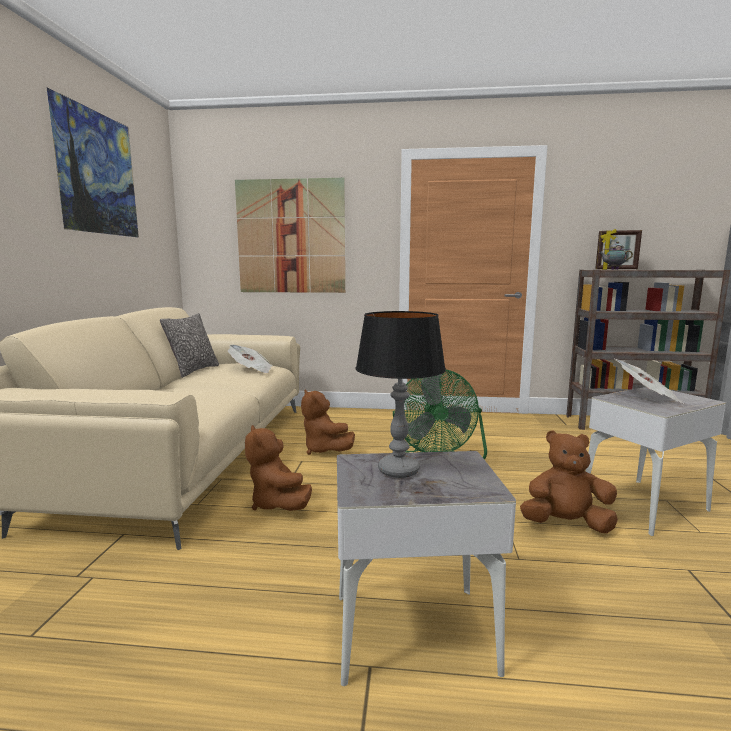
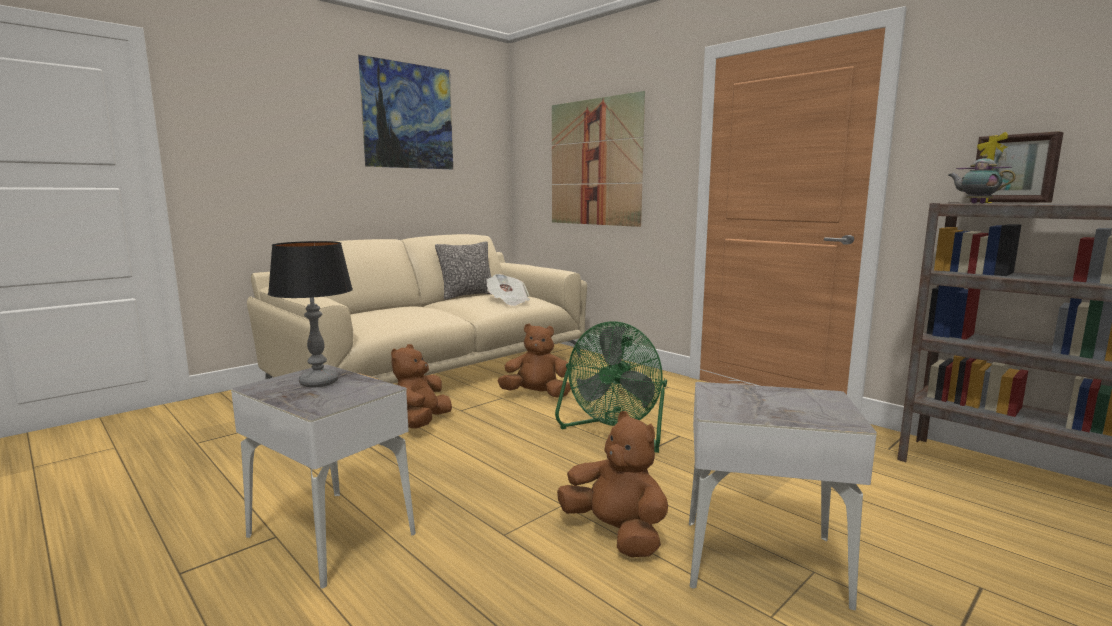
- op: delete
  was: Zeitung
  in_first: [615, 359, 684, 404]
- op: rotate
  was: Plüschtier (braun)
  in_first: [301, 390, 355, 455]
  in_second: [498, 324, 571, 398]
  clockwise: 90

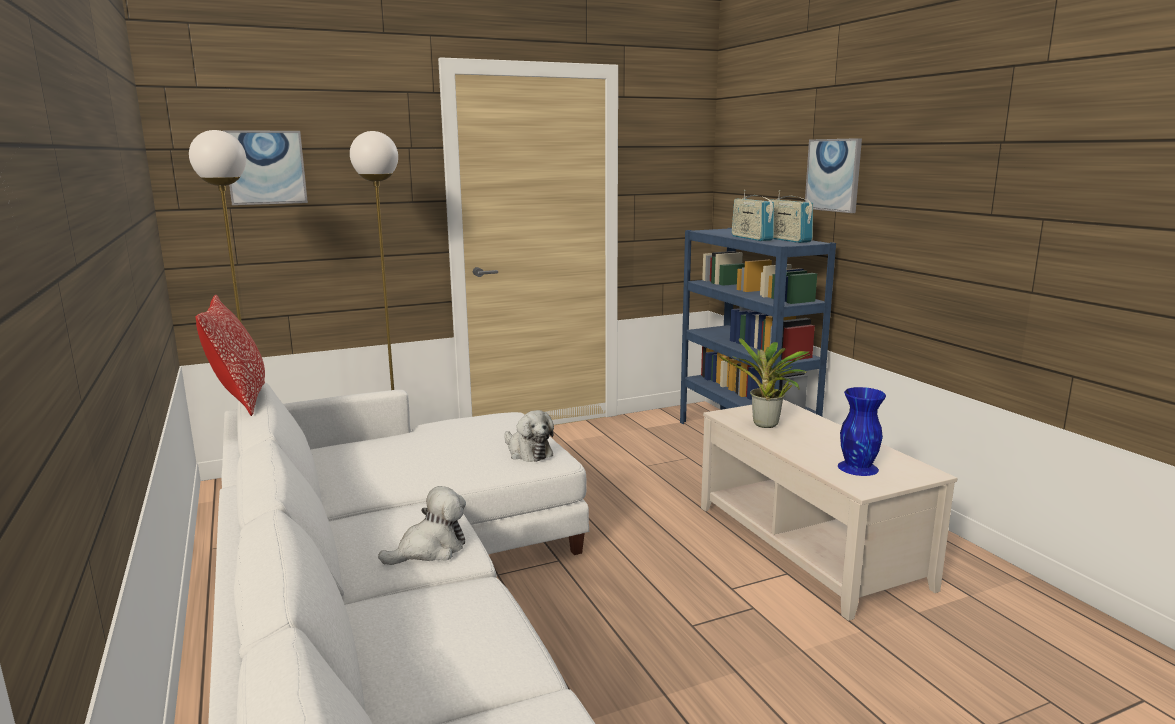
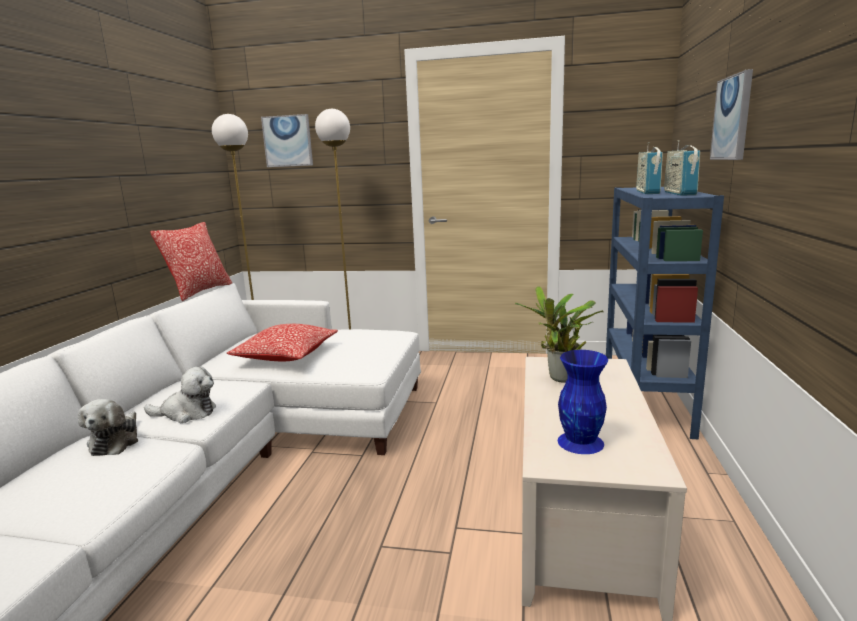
- op: move
  was: Plüschtier
  in_first: [504, 410, 554, 462]
  in_second: [78, 399, 138, 456]
- op: insert
  now: Kissen
  in_second: [227, 324, 338, 361]

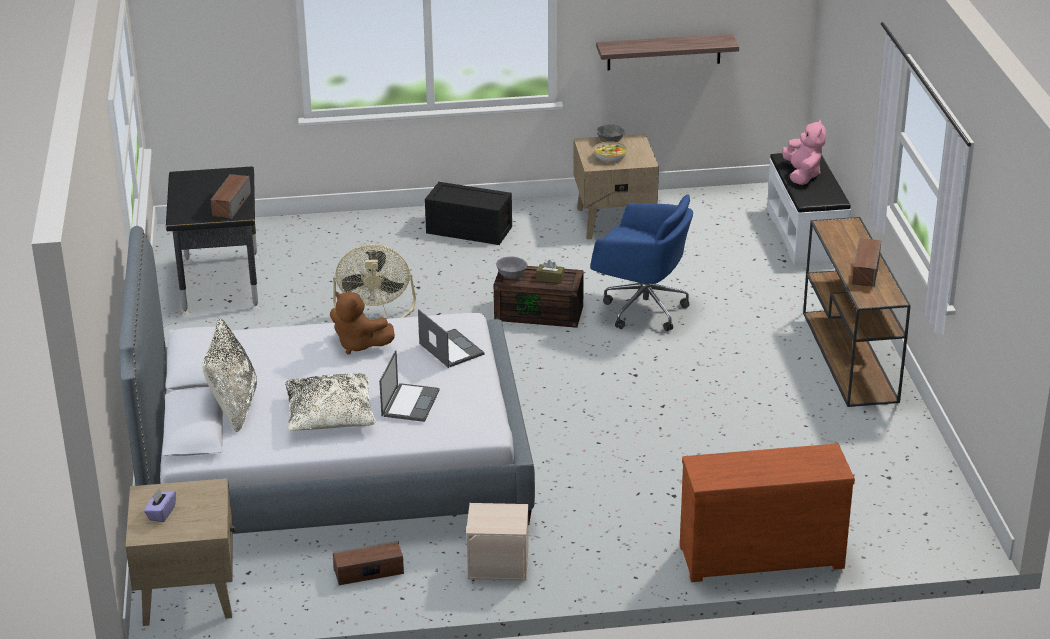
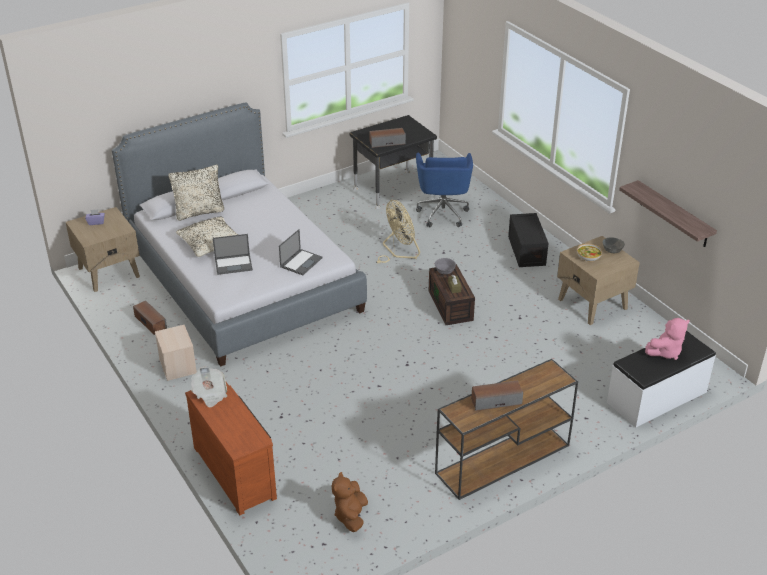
- op: move
  was: Bürostuhl (blau)
  in_first: [591, 195, 693, 331]
  in_second: [416, 153, 473, 227]
- op: move
  was: Plüschtier (braun)
  in_first: [330, 292, 395, 354]
  in_second: [332, 472, 368, 532]
- op: insert
  now: Zeitung
  in_second: [191, 366, 228, 408]

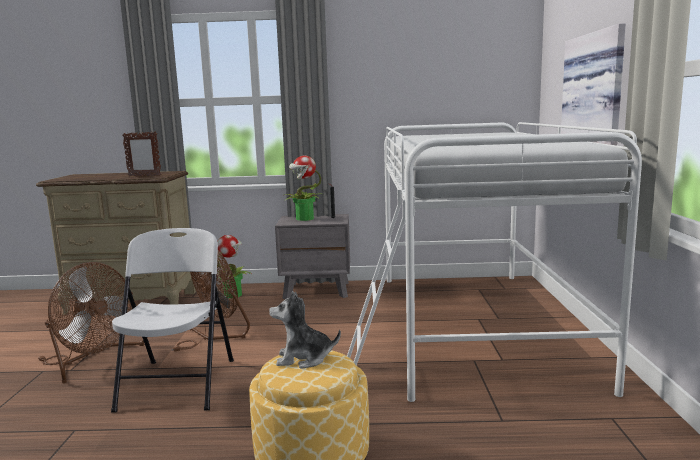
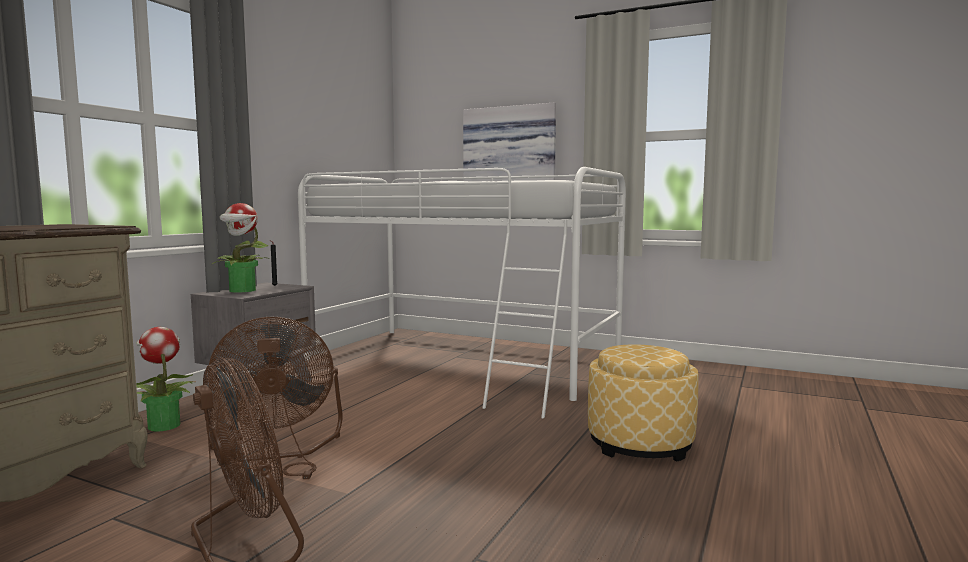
- op: delete
  was: Bilderrahmen
  in_first: [122, 132, 161, 177]
- op: delete
  was: Stuhl (weiß)
  in_first: [111, 228, 234, 413]
- op: delete
  was: Plüschtier
  in_first: [269, 291, 341, 369]

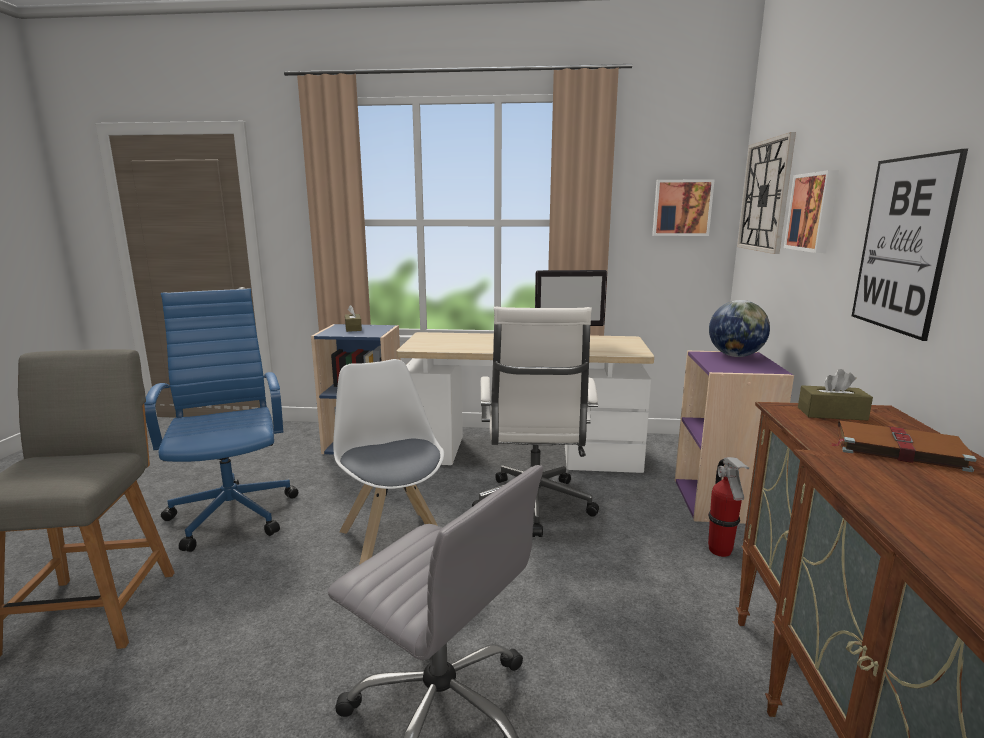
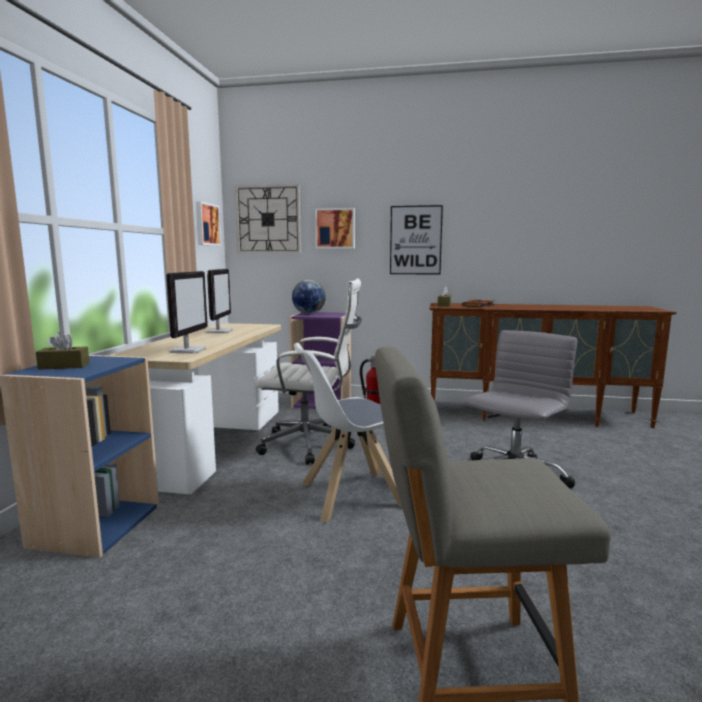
- op: delete
  was: Bürostuhl (blau)
  in_first: [144, 288, 298, 552]
- op: insert
  now: Monitor
  in_second: [166, 271, 208, 353]

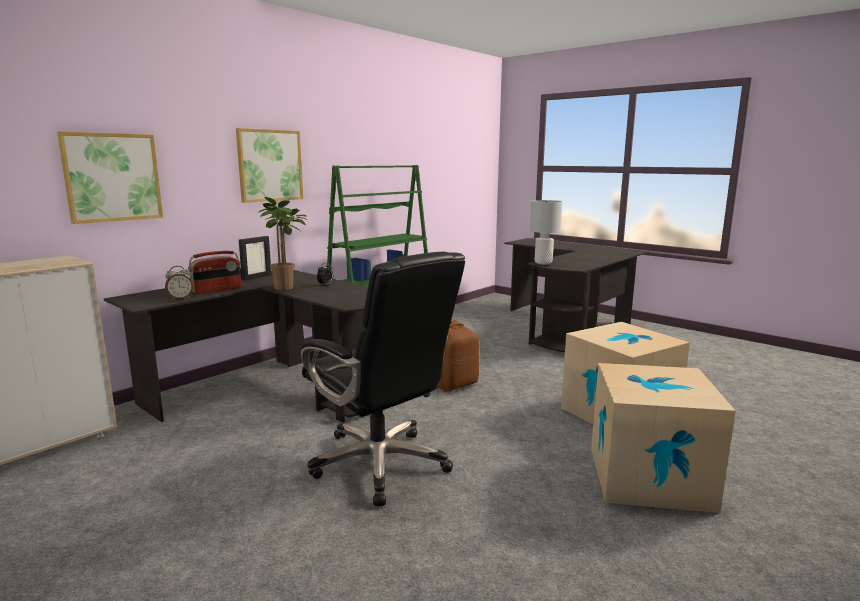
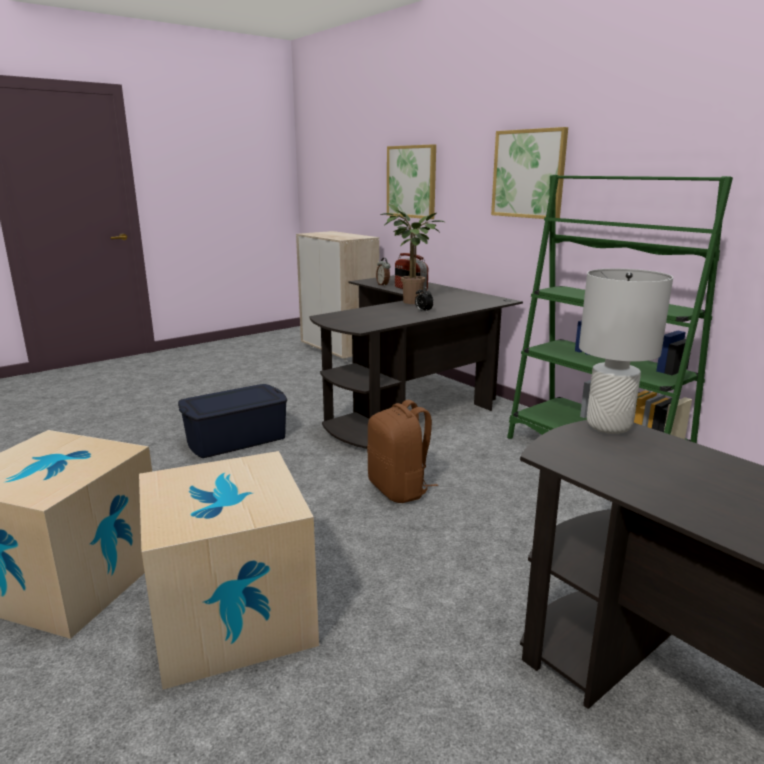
- op: delete
  was: Bilderrahmen
  in_first: [239, 236, 272, 281]
- op: replace
  was: Bürostuhl (schwarz)
  now: Aufbewahrungsbox (blau)
  in_first: [301, 252, 465, 506]
  in_second: [178, 384, 287, 458]

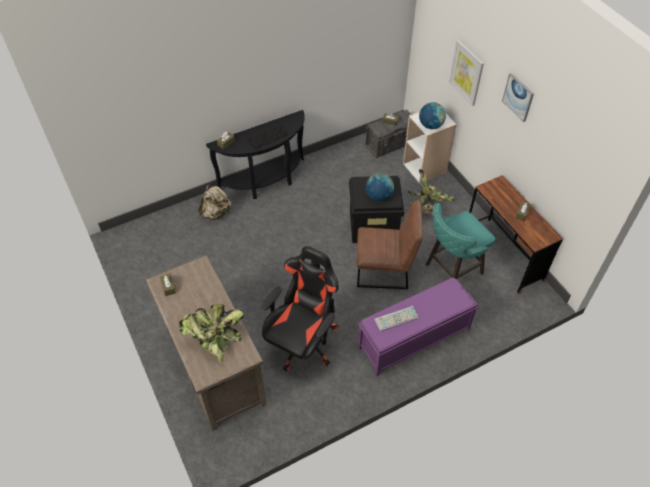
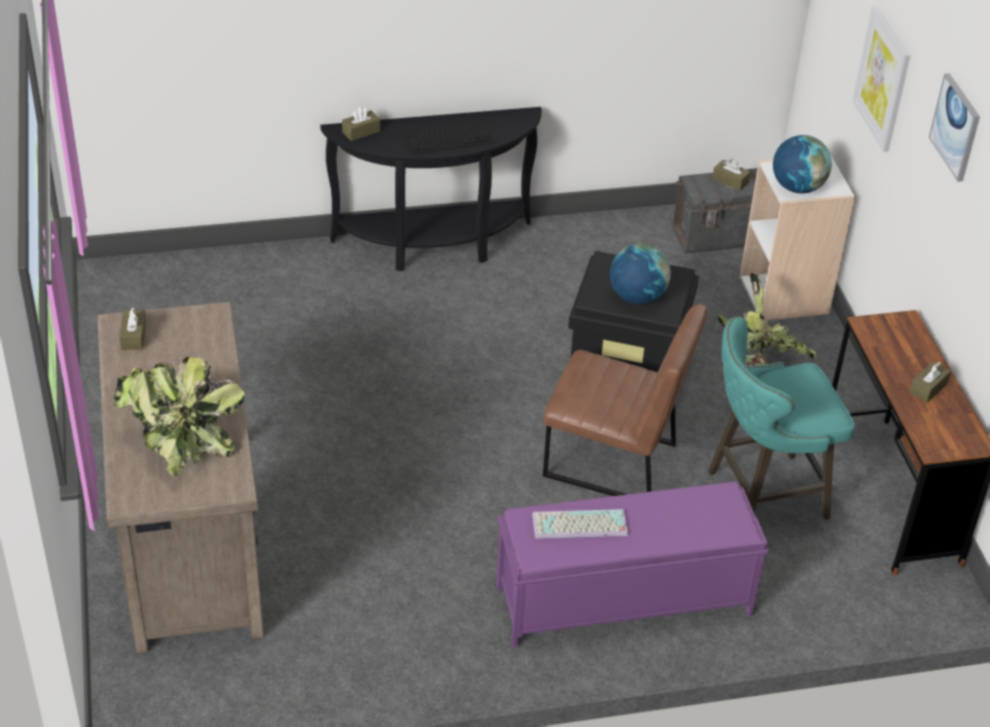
- op: delete
  was: Rucksack (beige)
  in_first: [198, 184, 231, 220]
- op: delete
  was: Bürostuhl (schwarz)
  in_first: [262, 246, 339, 371]

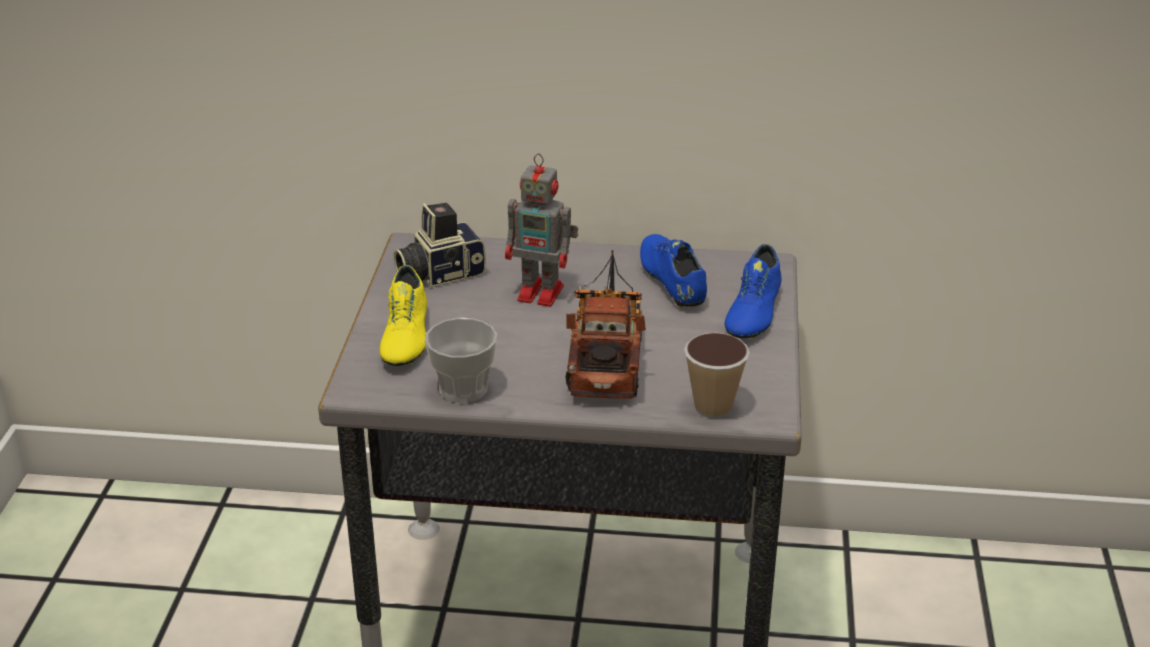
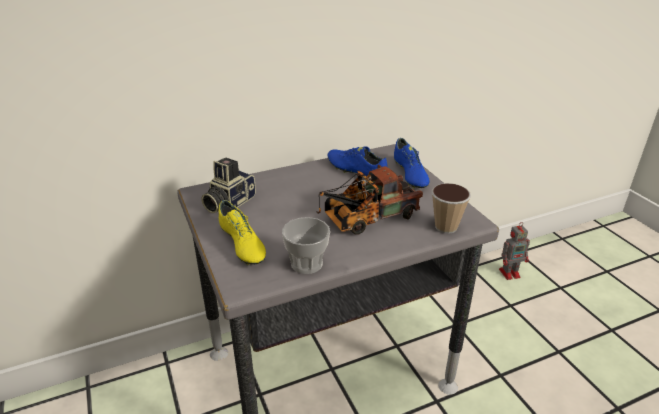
- op: move
  was: Spielzeugroboter
  in_first: [505, 153, 578, 307]
  in_second: [499, 222, 530, 280]
- op: rotate
  was: Spielzeuglaster
  in_first: [565, 250, 646, 398]
  in_second: [316, 164, 423, 235]
  clockwise: -90

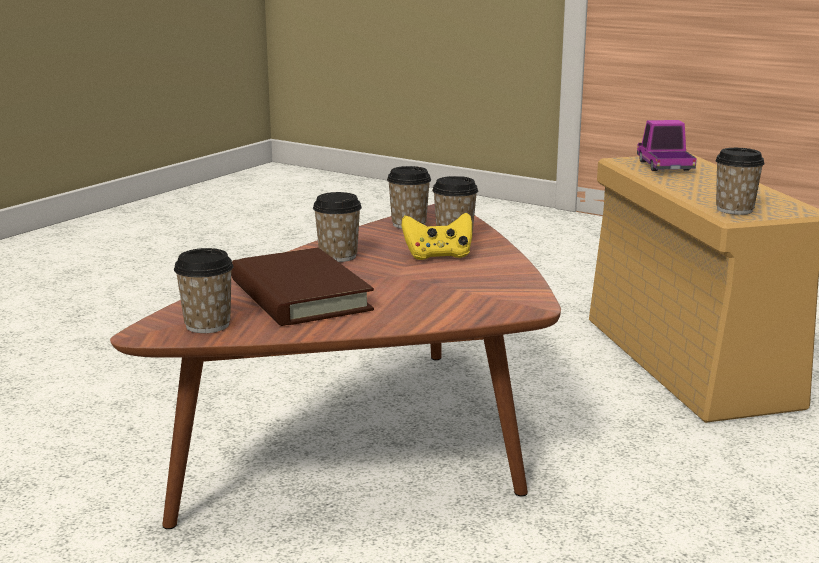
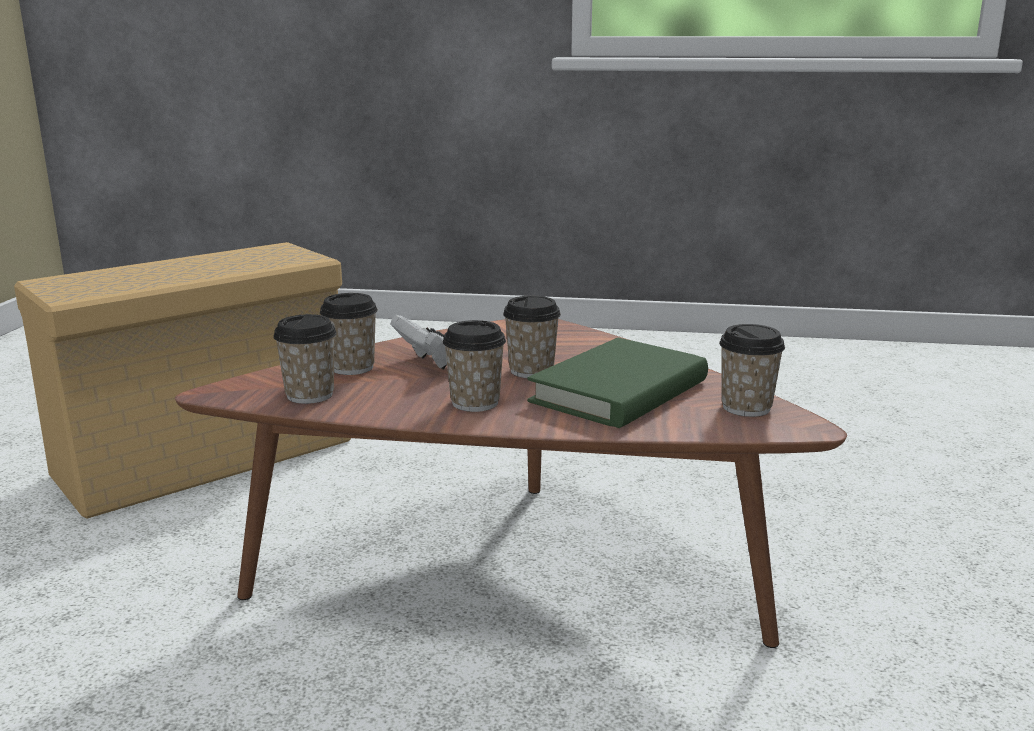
- op: delete
  was: Spielzeuglaster
  in_first: [637, 120, 697, 171]
- op: move
  was: Tasse
  in_first: [715, 148, 765, 215]
  in_second: [503, 296, 561, 378]
- op: recolor
  was: Gamepad (gelb)
  now: Gamepad (weiß)
  in_first: [402, 213, 472, 260]
  in_second: [391, 315, 447, 369]
- op: recolor
  was: Buch (braun)
  now: Buch (grün)
  in_first: [231, 248, 374, 326]
  in_second: [527, 338, 708, 428]

